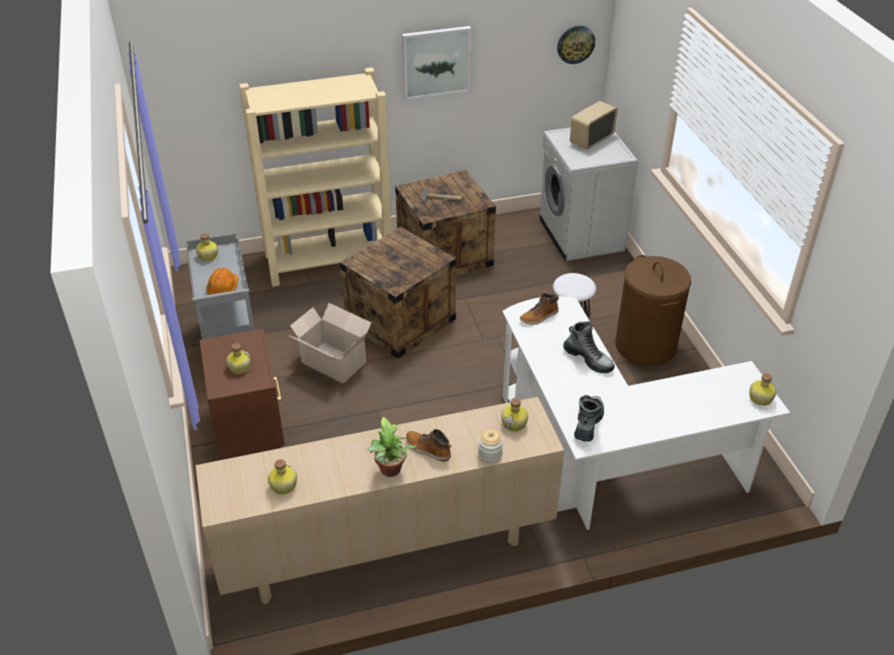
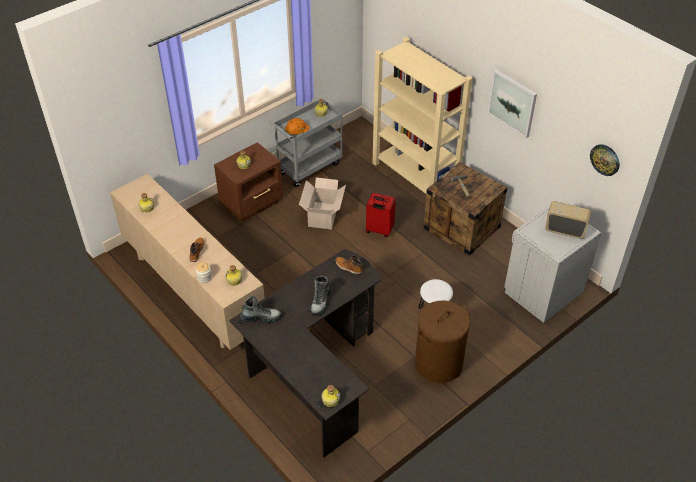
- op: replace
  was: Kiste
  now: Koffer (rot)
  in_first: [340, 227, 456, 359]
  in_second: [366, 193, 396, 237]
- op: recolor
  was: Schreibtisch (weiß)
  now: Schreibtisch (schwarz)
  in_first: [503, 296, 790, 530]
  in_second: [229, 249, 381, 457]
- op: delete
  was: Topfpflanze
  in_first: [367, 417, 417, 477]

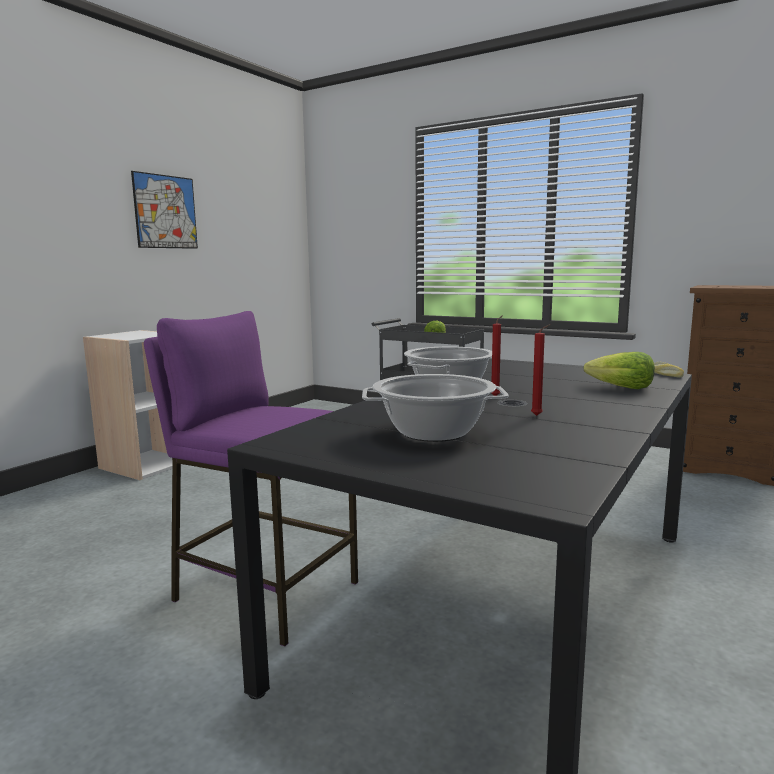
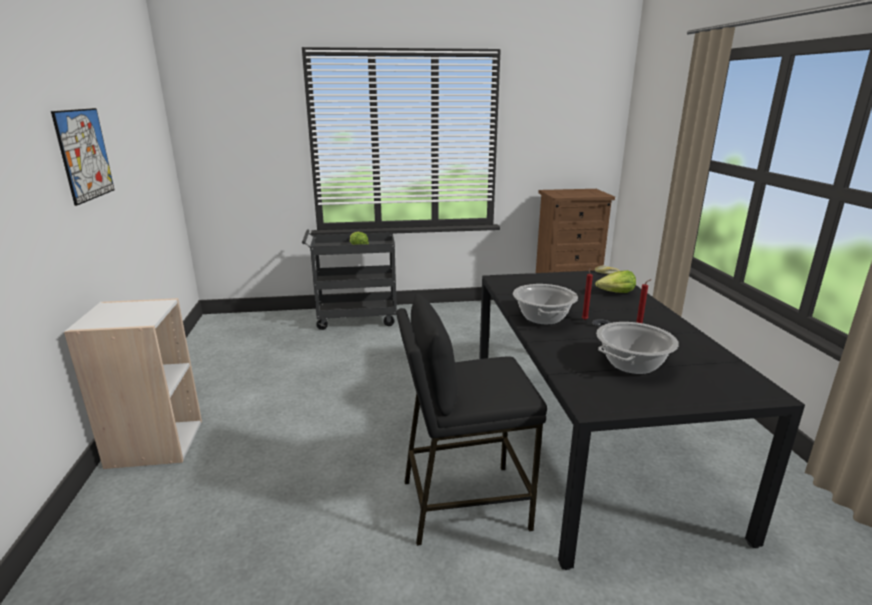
- op: recolor
  was: Hocker (lila)
  now: Hocker (schwarz)
  in_first: [144, 311, 358, 647]
  in_second: [396, 294, 547, 546]

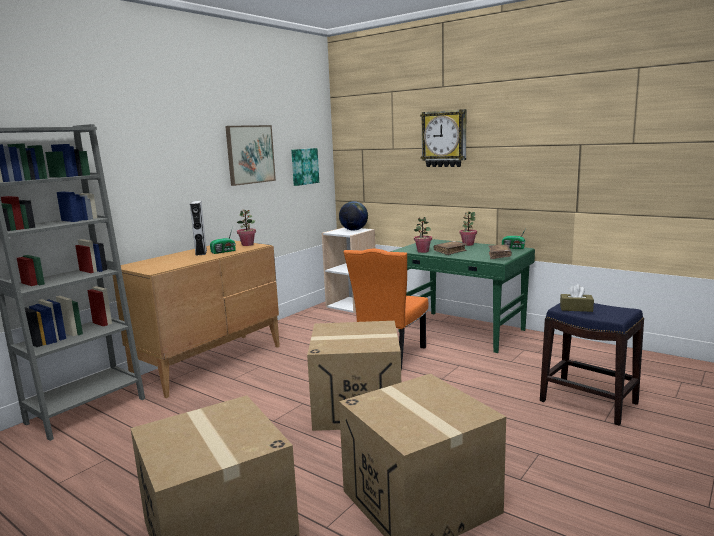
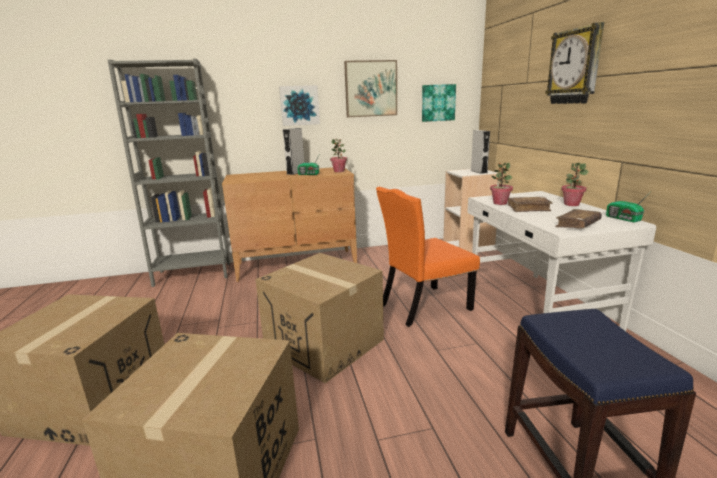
- op: replace
  was: Globus
  now: Lautsprecher (grau)
  in_first: [339, 201, 368, 231]
  in_second: [471, 130, 490, 174]
- op: recolor
  was: Schreibtisch (grün)
  now: Schreibtisch (weiß)
  in_first: [390, 239, 535, 353]
  in_second: [467, 191, 656, 331]
- op: delete
  was: Taschentuchbox (braun)
  in_first: [560, 284, 594, 312]
- op: insert
  now: Bild
  in_second: [279, 85, 320, 126]

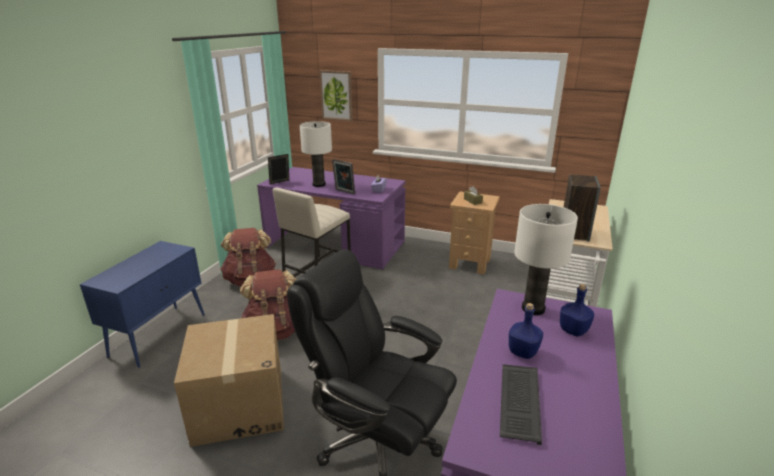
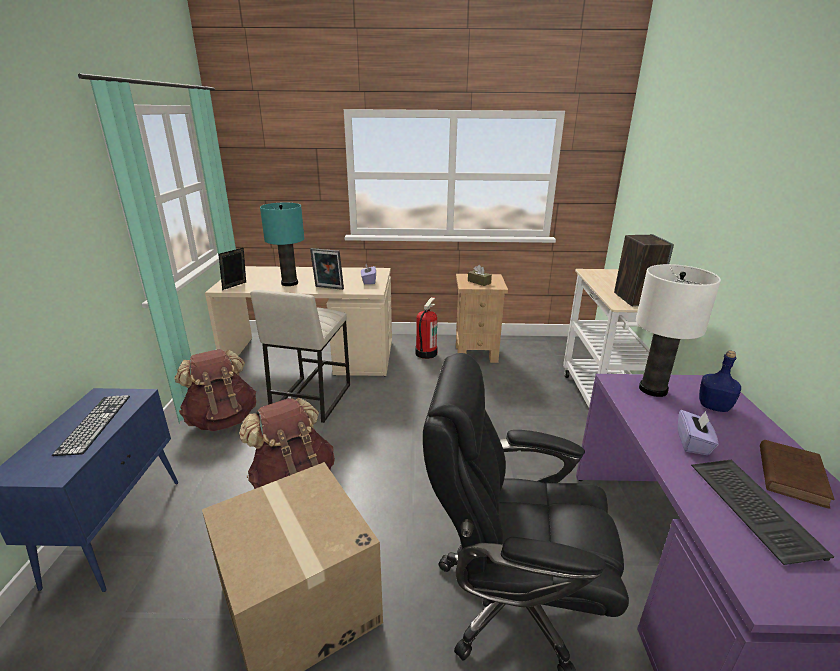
- op: delete
  was: Bild
  in_first: [320, 70, 353, 121]
- op: recolor
  was: Tischlampe (weiß)
  now: Tischlampe (türkis)
  in_first: [300, 121, 332, 187]
  in_second: [260, 202, 304, 286]
- op: recolor
  was: Schreibtisch (lila)
  now: Schreibtisch (beige)
  in_first: [257, 167, 406, 270]
  in_second: [205, 266, 392, 376]
- op: replace
  was: Flasche (blau)
  now: Taschentuchbox (lila)
  in_first: [509, 303, 543, 359]
  in_second: [678, 410, 718, 455]
- op: insert
  now: Feuerlöscher
  in_second: [415, 297, 437, 359]
- op: insert
  now: Tastatur
  in_second: [52, 395, 130, 456]
- op: insert
  now: Buch (braun)
  in_second: [760, 440, 834, 509]

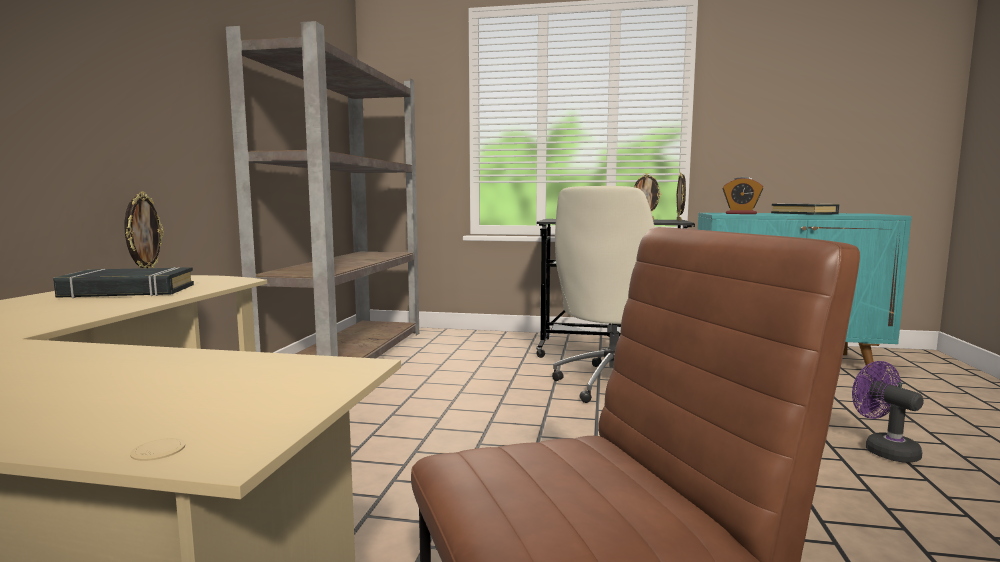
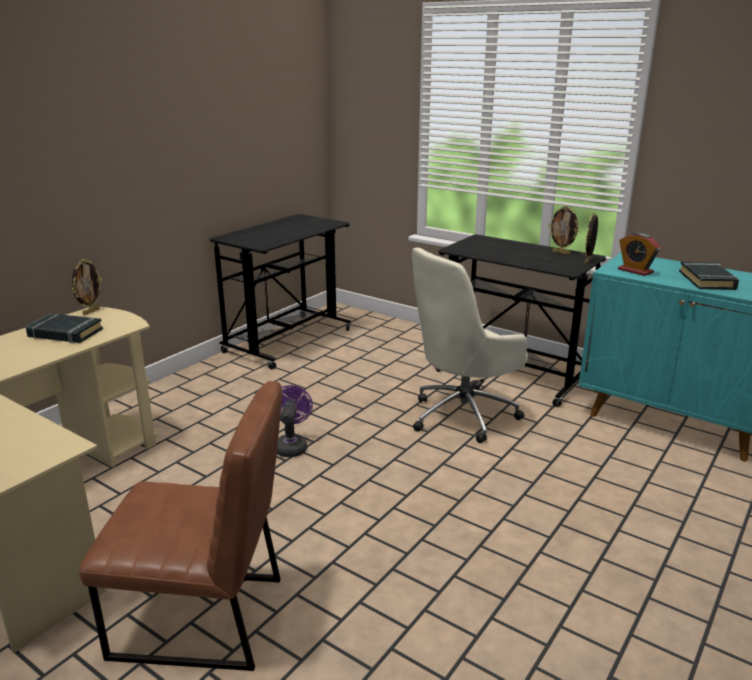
- op: replace
  was: Bücherregal (braun)
  now: Schreibtisch (schwarz)
  in_first: [226, 21, 419, 358]
  in_second: [210, 214, 351, 369]
- op: move
  was: Ventilator (lila)
  in_first: [852, 361, 924, 463]
  in_second: [277, 385, 313, 457]

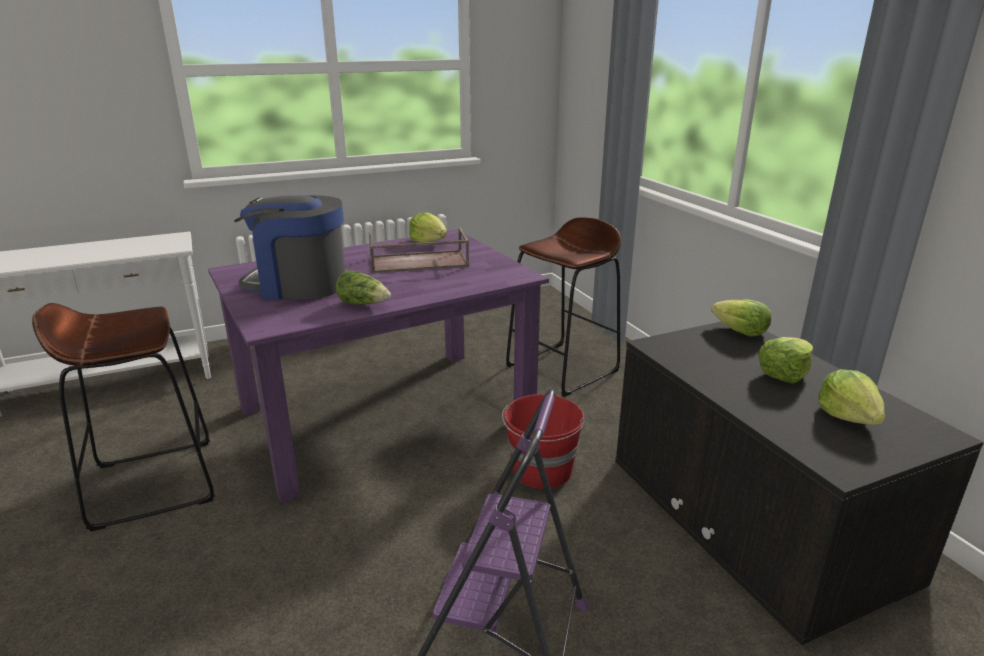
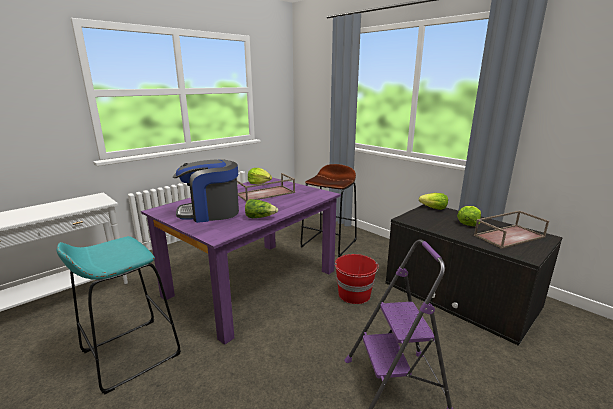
- op: recolor
  was: Hocker (braun)
  now: Hocker (türkis)
  in_first: [32, 303, 215, 532]
  in_second: [57, 236, 181, 395]
- op: replace
  was: Salatkopf
  now: Tablett (braun)
  in_first: [818, 369, 885, 425]
  in_second: [474, 211, 549, 249]

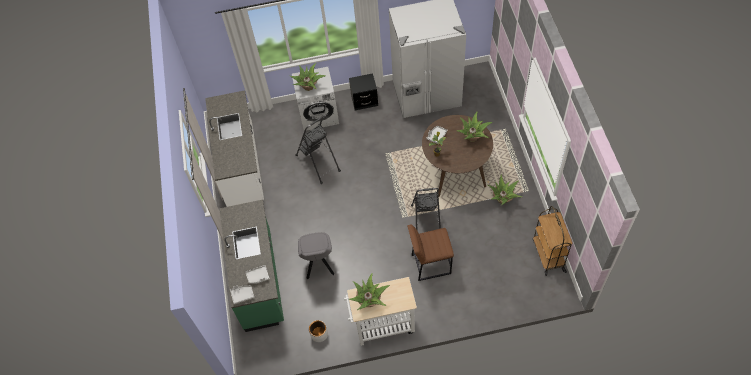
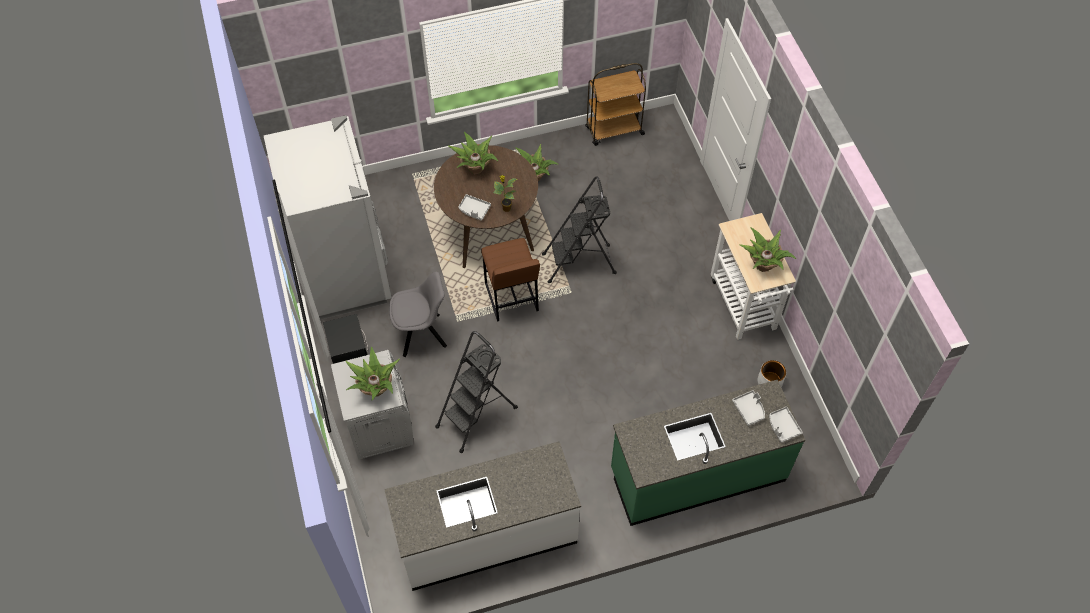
- op: move
  was: Hocker (braun)
  in_first: [407, 224, 454, 281]
  in_second: [481, 238, 540, 321]
- op: move
  was: Stuhl (grau)
  in_first: [298, 232, 335, 279]
  in_second: [389, 272, 447, 357]

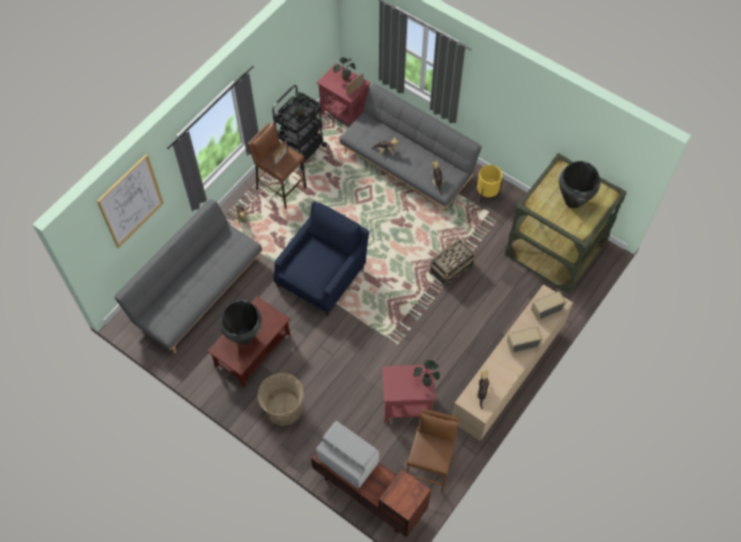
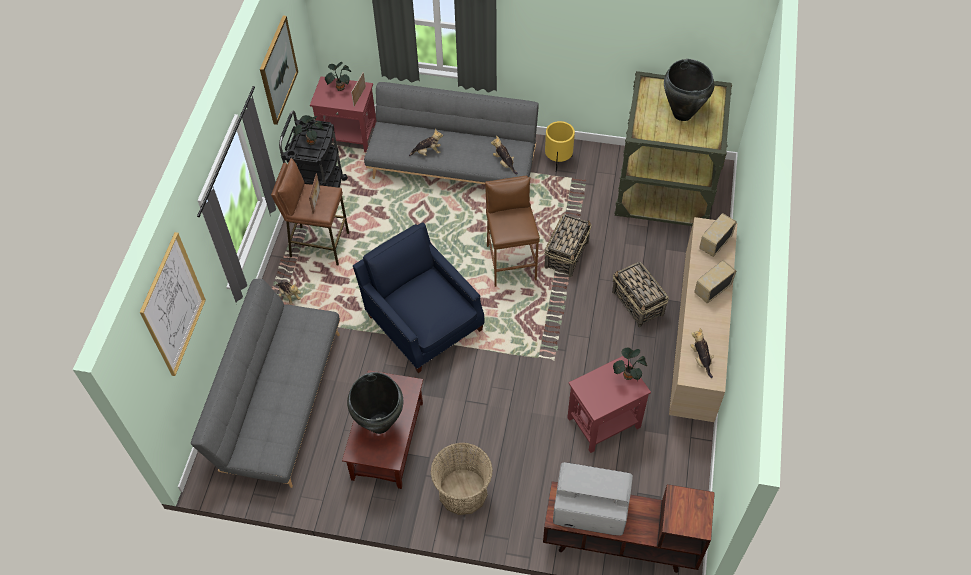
- op: rotate
  was: Sessel (blau)
  in_first: [273, 201, 369, 316]
  in_second: [353, 222, 485, 373]
  clockwise: -45
- op: move
  was: Hocker (braun)
  in_first: [407, 408, 459, 493]
  in_second: [485, 176, 540, 287]
- op: insert
  now: Bild
  in_second: [260, 15, 298, 125]
- op: insert
  now: Korb
  in_second: [612, 262, 669, 327]

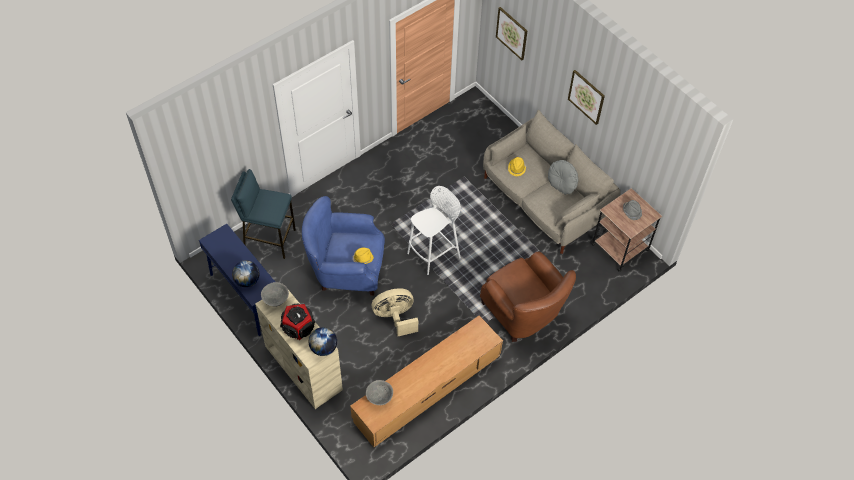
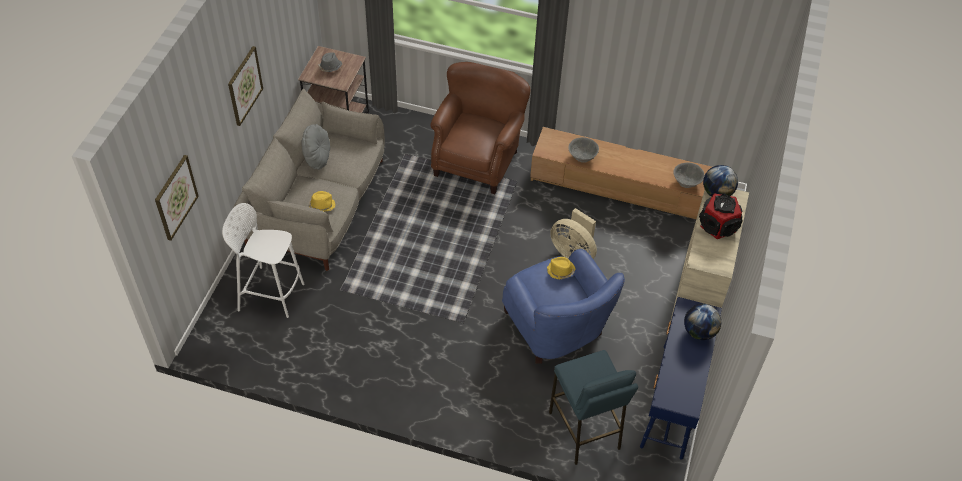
- op: move
  was: Hocker (weiß)
  in_first: [407, 186, 461, 275]
  in_second: [222, 203, 305, 318]
- op: move
  was: Schüssel (grau)
  in_first: [261, 282, 289, 307]
  in_second: [568, 137, 599, 162]

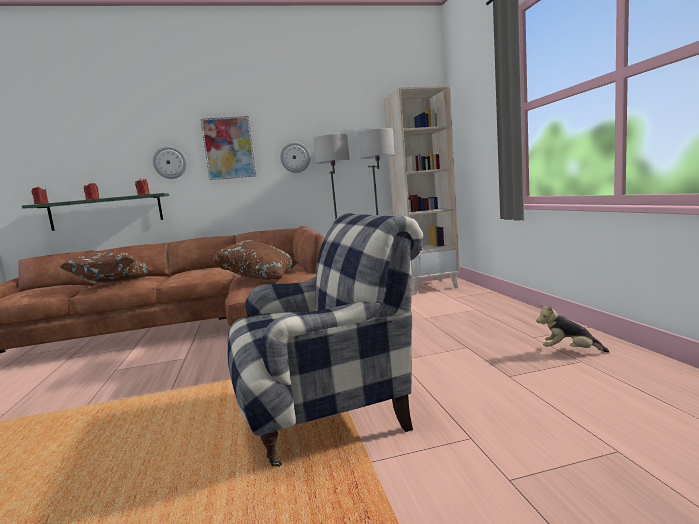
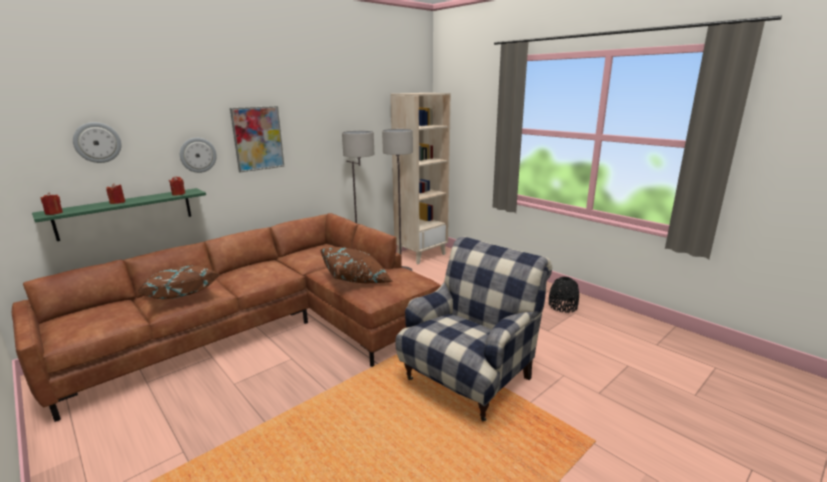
- op: move
  was: Wanduhr
  in_first: [280, 142, 310, 173]
  in_second: [73, 122, 122, 163]
- op: replace
  was: Plüschtier
  now: Vase (schwarz)
  in_first: [536, 304, 609, 353]
  in_second: [549, 277, 579, 313]

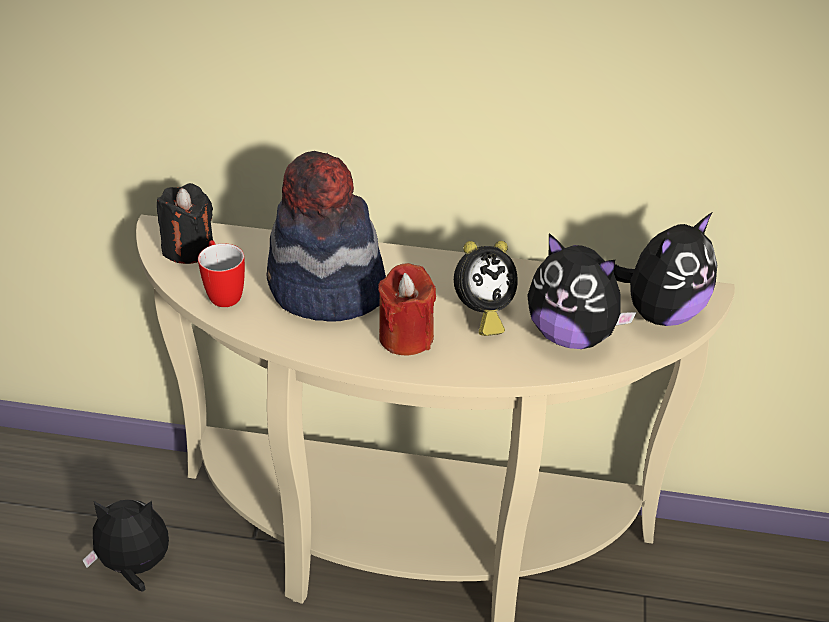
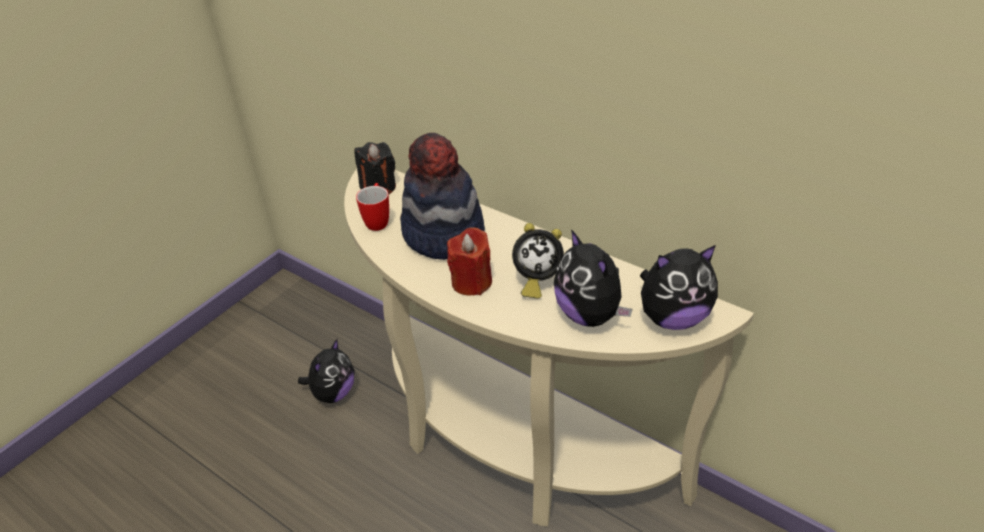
- op: rotate
  was: Plüschtier
  in_first: [82, 500, 169, 592]
  in_second: [298, 339, 354, 403]
  clockwise: 90

